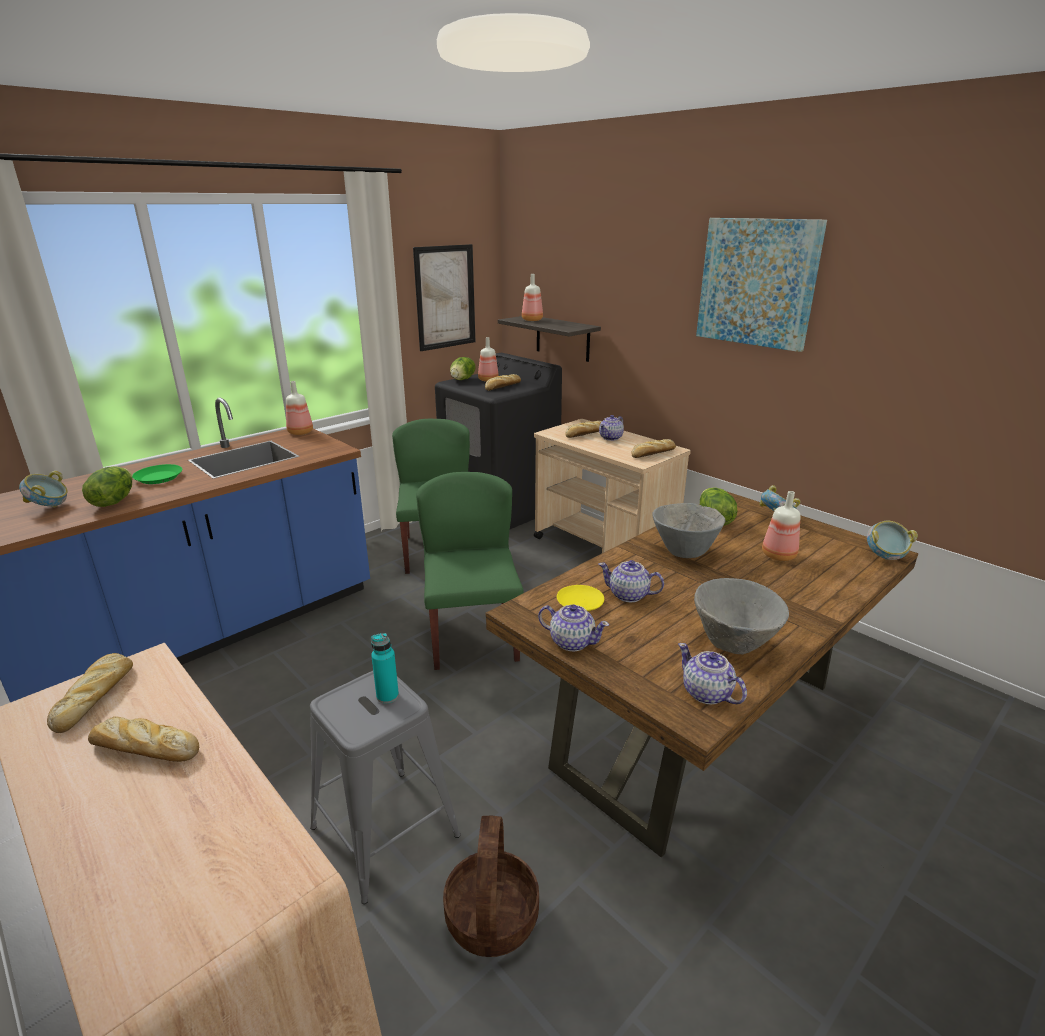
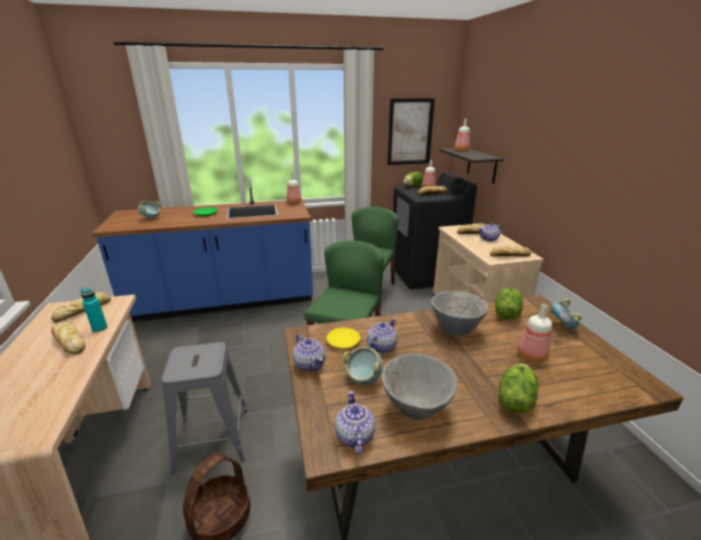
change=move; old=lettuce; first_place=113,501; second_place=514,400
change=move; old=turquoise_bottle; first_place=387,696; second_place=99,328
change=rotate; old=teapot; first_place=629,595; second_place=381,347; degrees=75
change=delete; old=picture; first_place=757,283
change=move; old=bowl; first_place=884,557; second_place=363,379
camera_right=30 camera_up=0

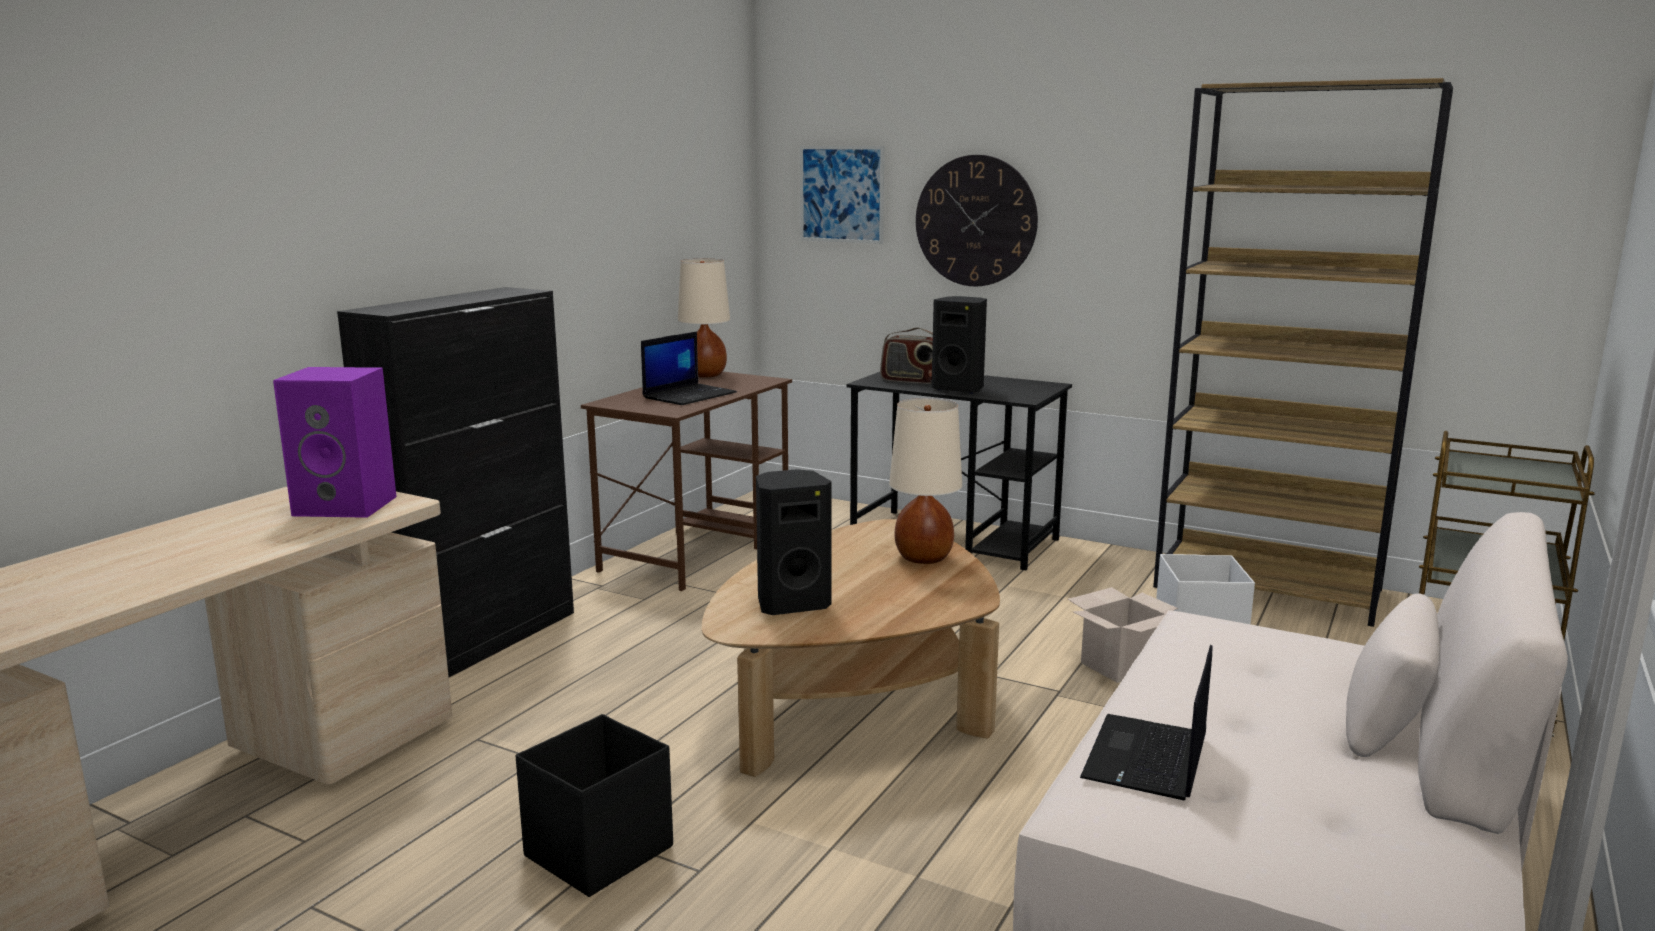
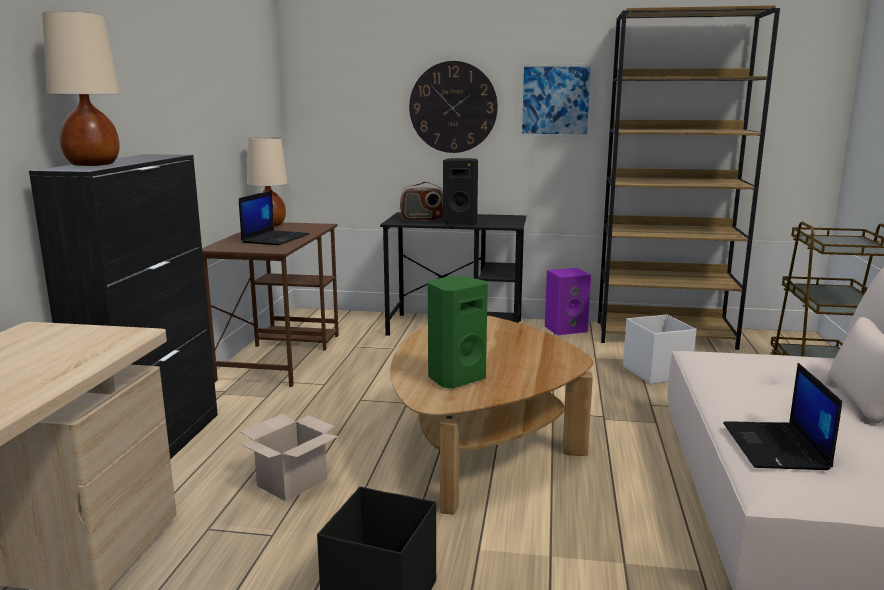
change=move; old=purple_speaker; first_place=348,505; second_place=566,328
change=recolor; old=black_speaker; new=green_speaker; first_place=791,603; second_place=455,378
change=move; old=picture; first_place=841,194; second_place=555,100
change=move; old=beige_table_lamp; first_place=923,558; second_place=93,165
change=move; old=cardboard_box; first_place=1121,665; second_place=292,481
camera_right=-20 camera_up=0

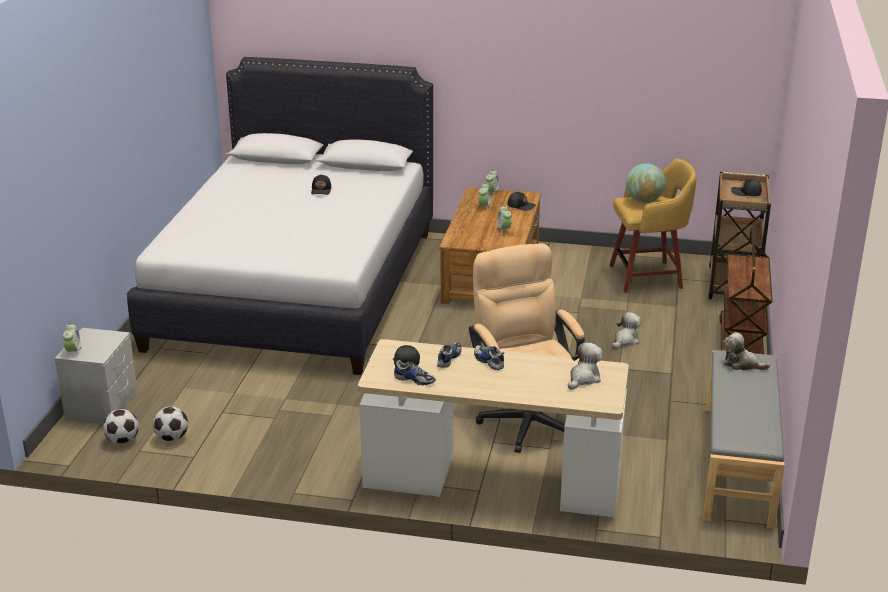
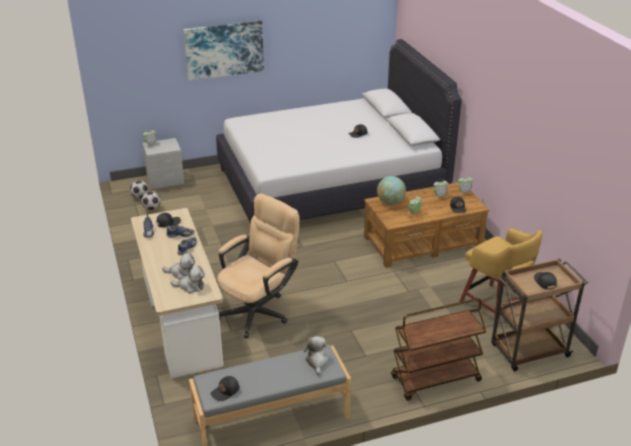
change=move; old=plush_toy; first_place=625,340; second_place=181,273
change=move; old=globe; first_place=644,201; second_place=390,202
change=insert; new=picture; second_place=224,50
change=insert; new=black_cap; second_place=226,391
camera_right=60 camera_up=5

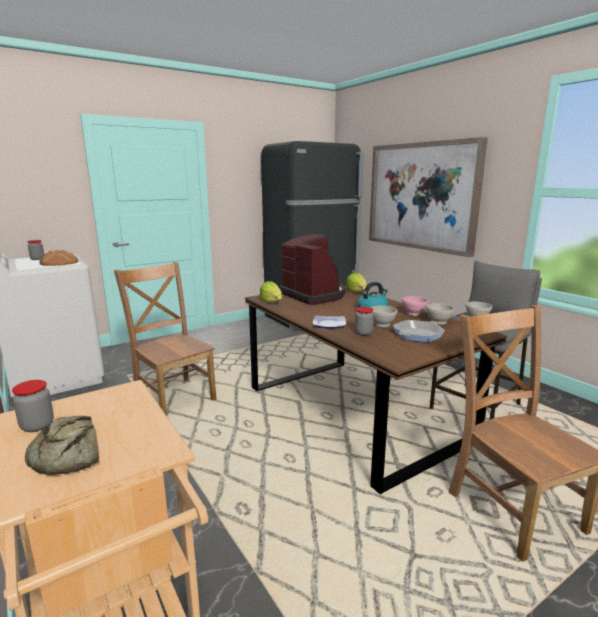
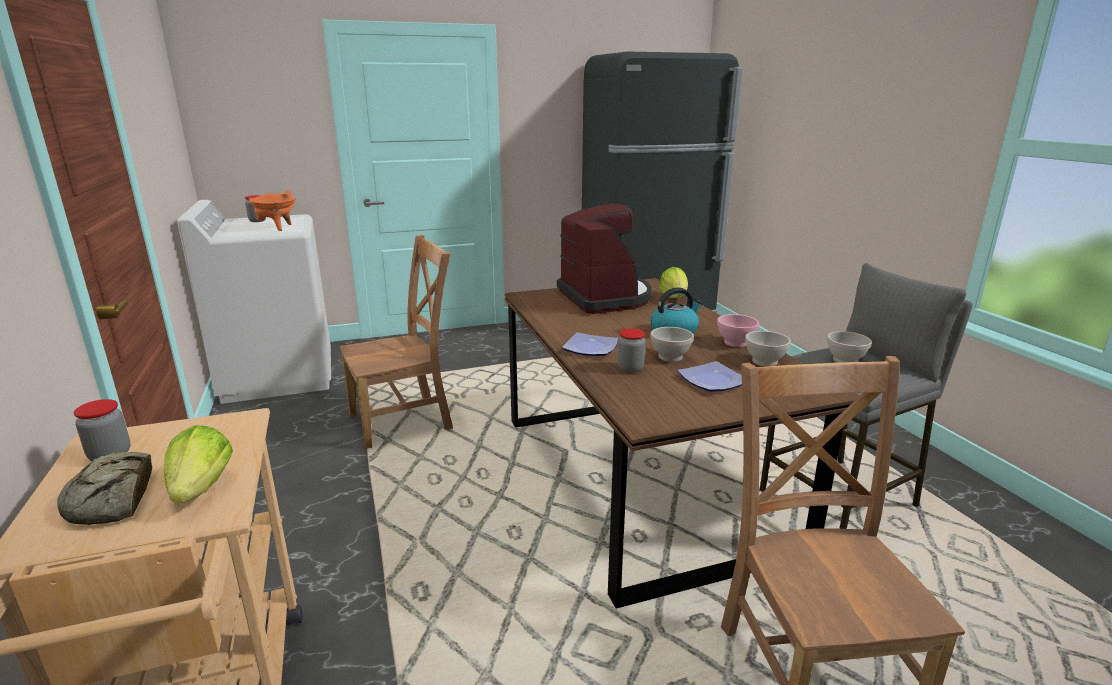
change=replace; old=bread; new=orange_cooking_pot; first_place=59,262; second_place=277,228
change=rotate; old=brown_chair; first_place=174,396; second_place=405,420; degrees=90
change=move; old=lettuce; first_place=271,302; second_place=202,489
change=delete; old=picture; first_place=421,196
change=replace; old=frying_pan; new=plate; first_place=417,335; second_place=712,380
camera_right=15 camera_up=5

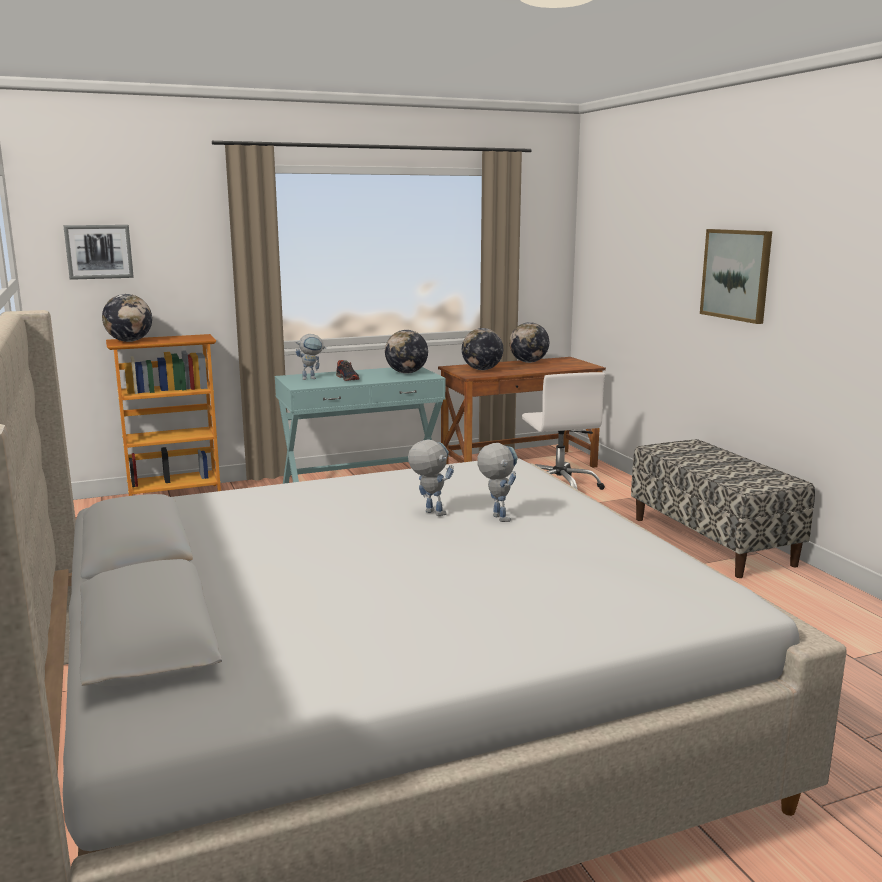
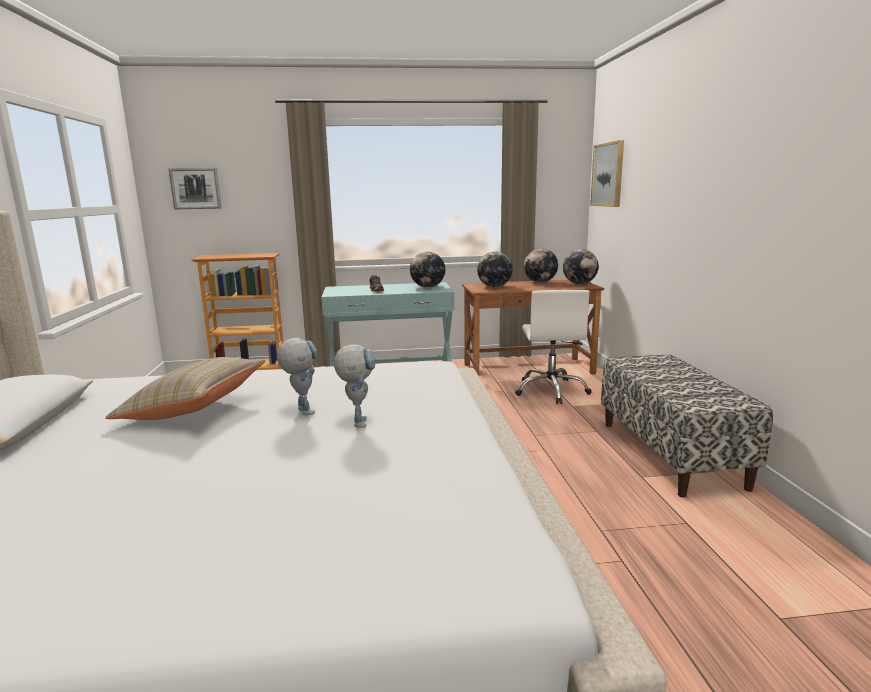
change=move; old=globe; first_place=129,341; second_place=579,283
change=delete; old=toy_robot; first_place=312,378
change=move; old=picture; first_place=736,274; second_place=608,175
change=insert; new=beige_pillow; second_place=193,409
camera_right=15 camera_up=0

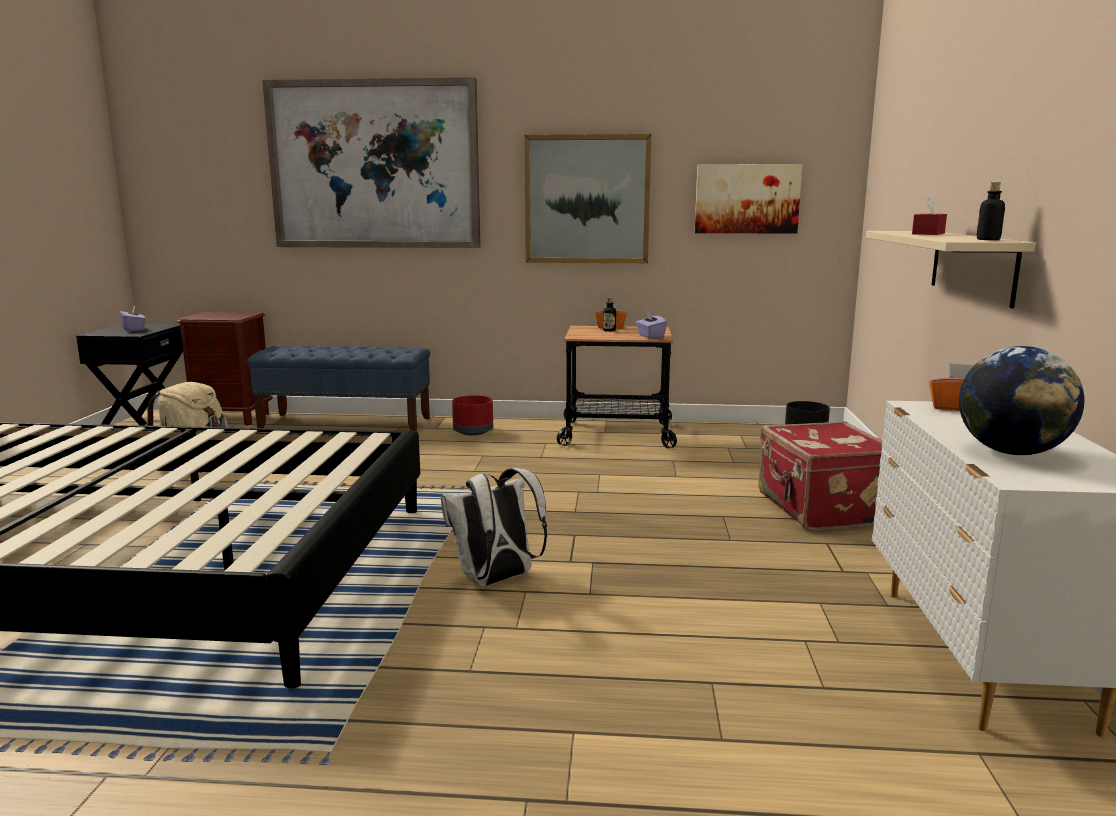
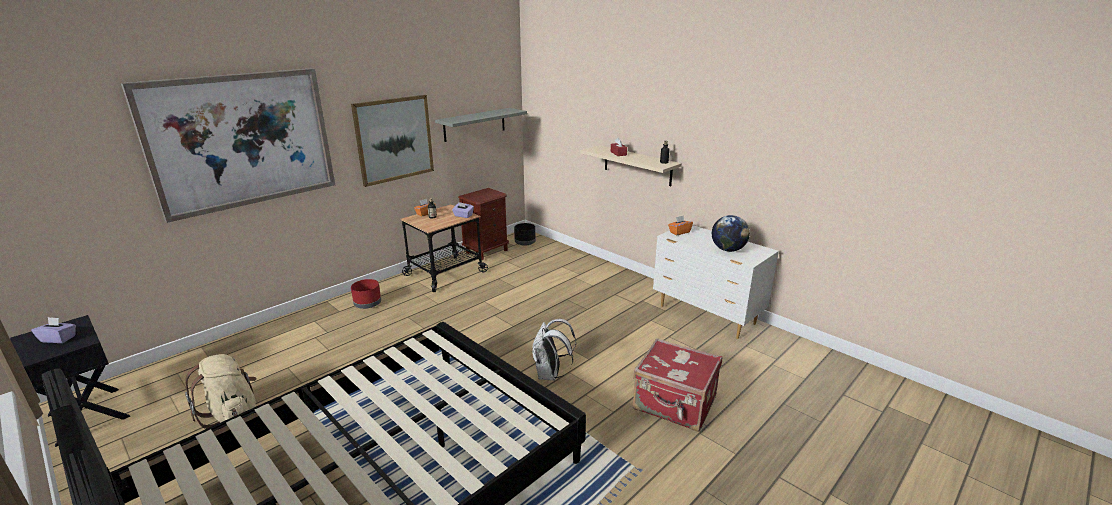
change=move; old=brown_nightstand; first_place=231,418; second_place=486,251
change=delete; old=blue_bench; first_place=346,423
change=replace; old=picture; new=grey_shelf; first_place=747,199; second_place=474,124
change=move; old=red_suitcase; first_place=821,509; second_place=674,404
camera_right=-50 camera_up=10

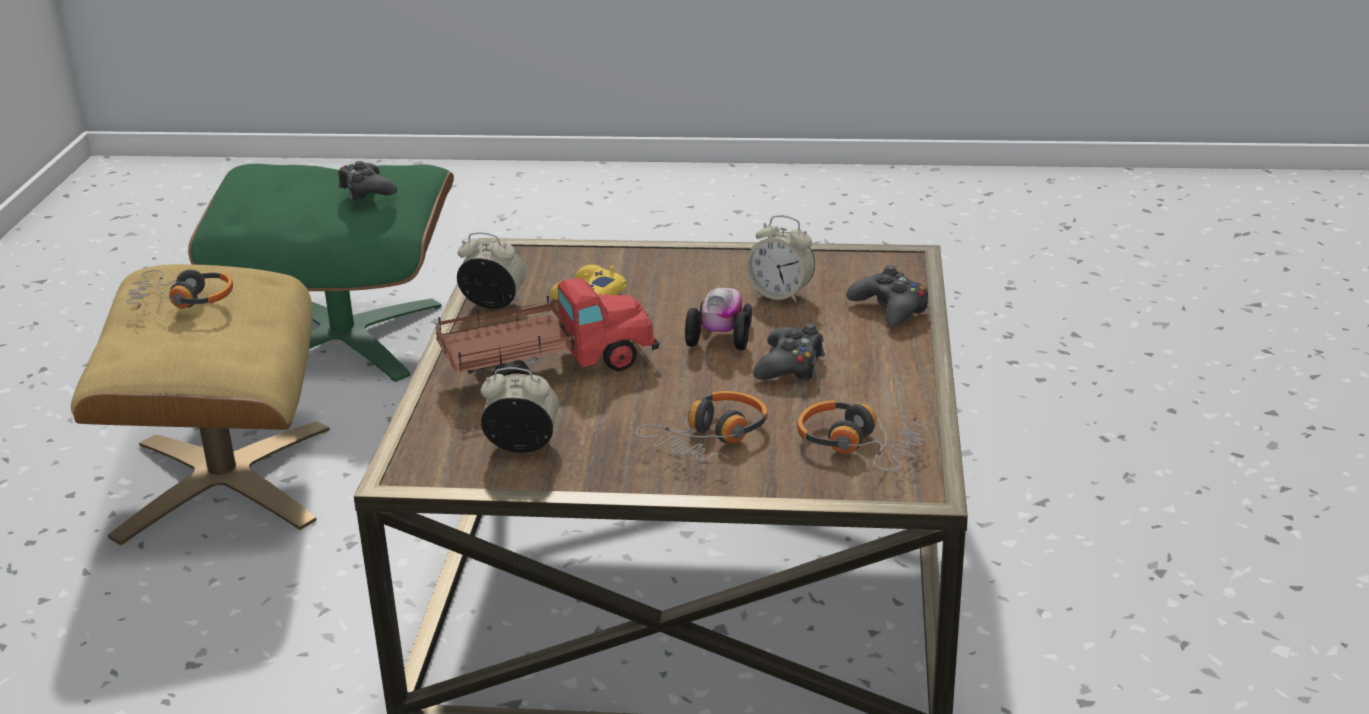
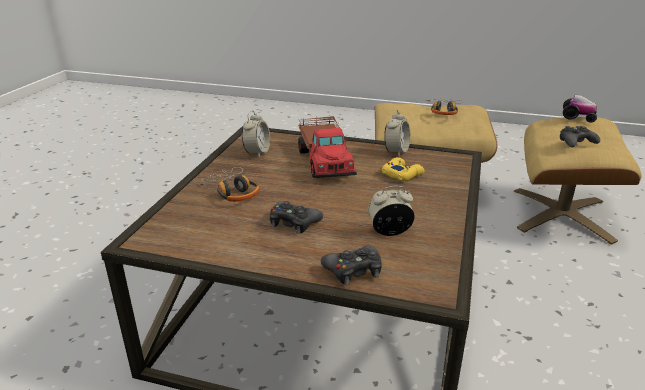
change=recolor; old=green_ottoman; new=beige_ottoman; first_place=344,338; second_place=562,215
change=move; old=toy_car; first_place=721,337; second_place=578,117
change=rotate; old=alarm_clock; first_place=780,294; second_place=389,232; degrees=45
change=delete; old=headphones; first_place=860,445
camera_right=100 camera_up=0

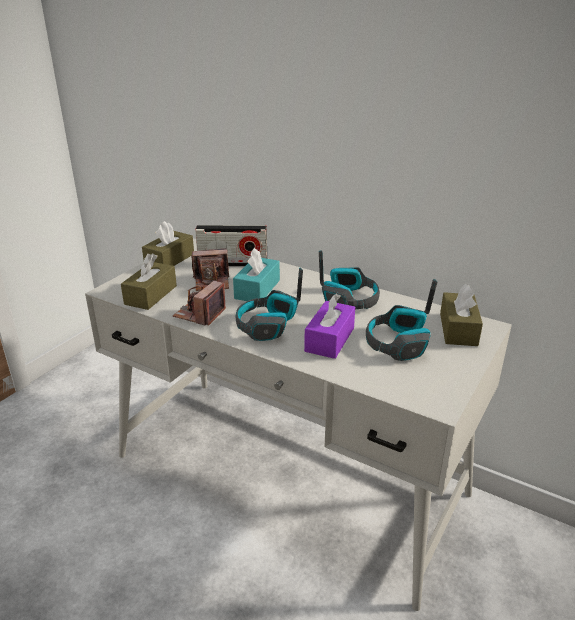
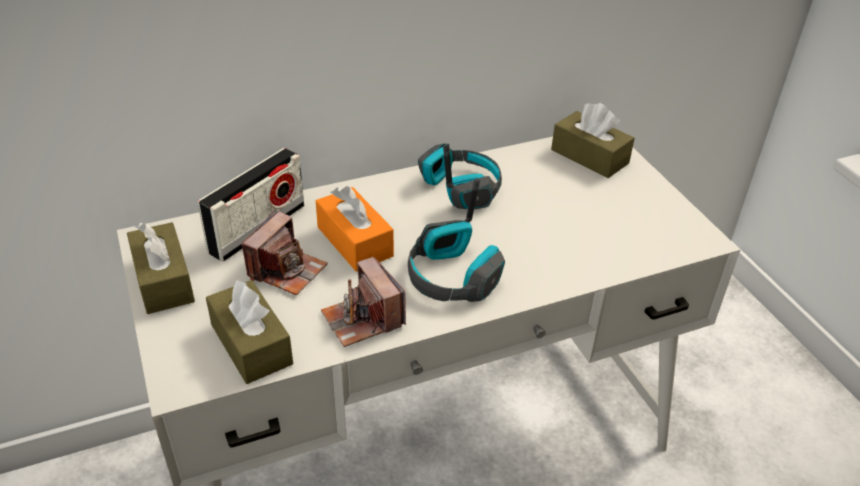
change=recolor; old=turquoise_tissue_box; new=orange_tissue_box; first_place=257,289; second_place=355,241
change=delete; old=purple_tissue_box; first_place=329,339
change=delete; old=headphones; first_place=398,343
camera_right=-55 camera_up=10

